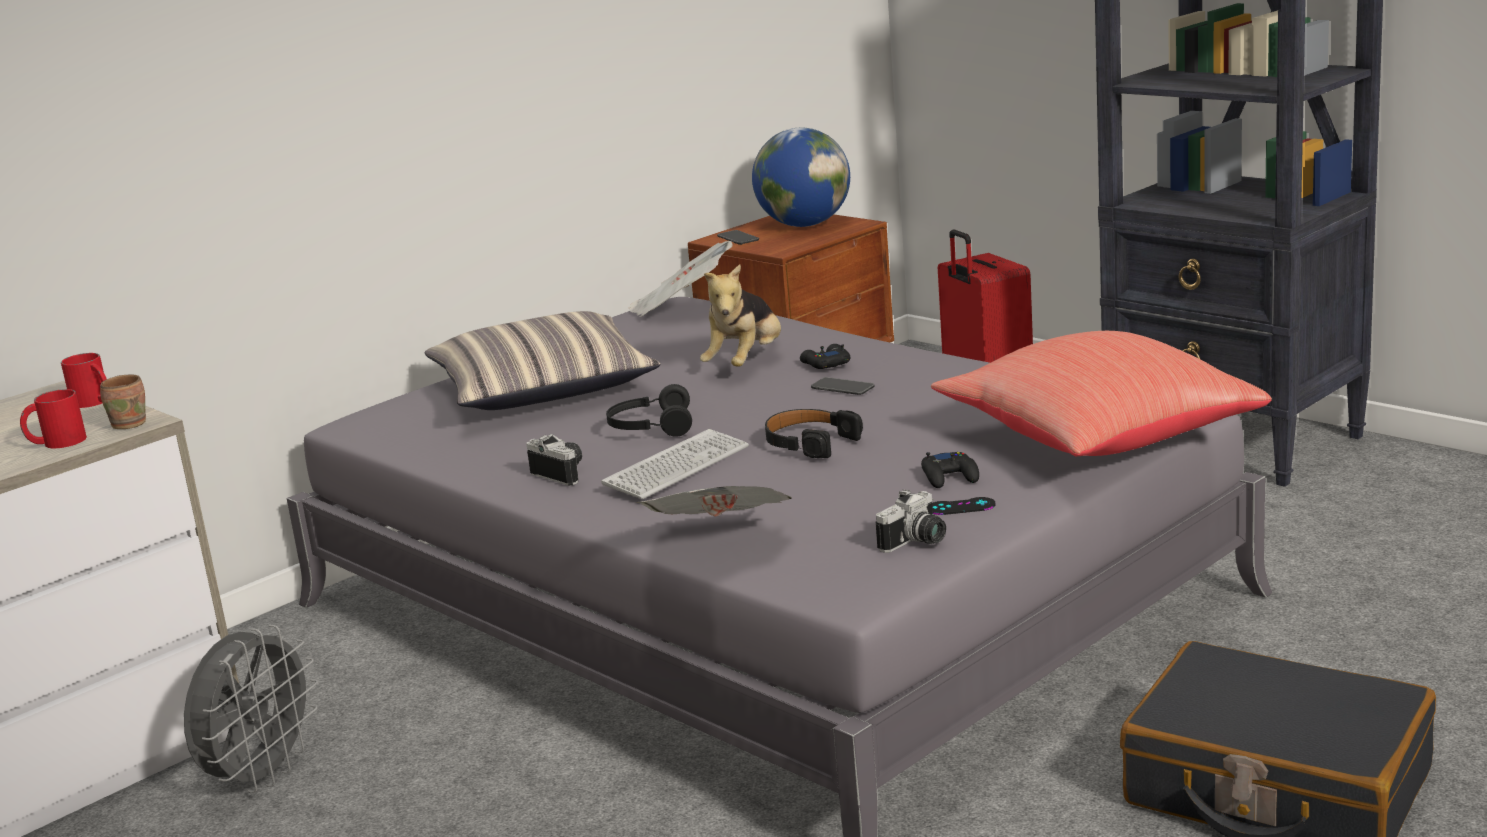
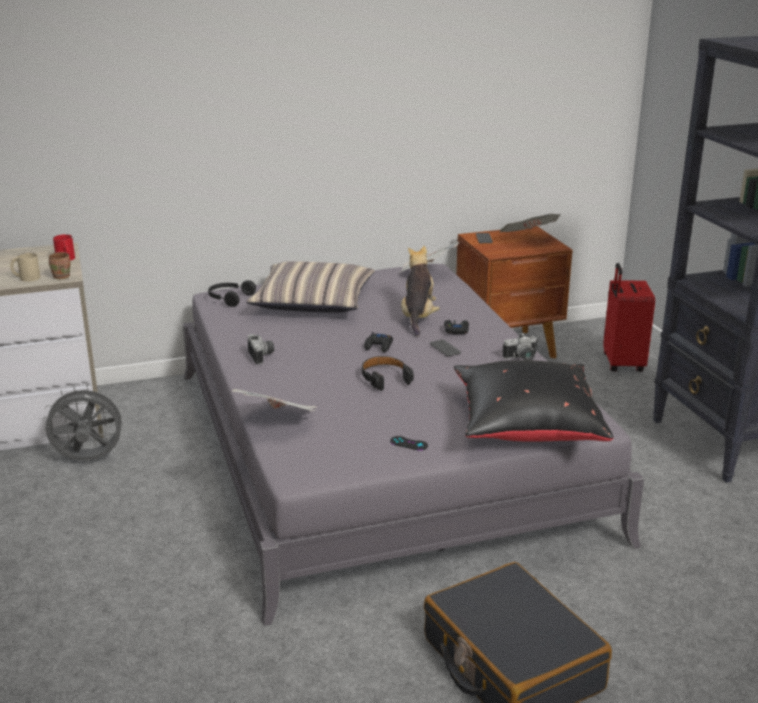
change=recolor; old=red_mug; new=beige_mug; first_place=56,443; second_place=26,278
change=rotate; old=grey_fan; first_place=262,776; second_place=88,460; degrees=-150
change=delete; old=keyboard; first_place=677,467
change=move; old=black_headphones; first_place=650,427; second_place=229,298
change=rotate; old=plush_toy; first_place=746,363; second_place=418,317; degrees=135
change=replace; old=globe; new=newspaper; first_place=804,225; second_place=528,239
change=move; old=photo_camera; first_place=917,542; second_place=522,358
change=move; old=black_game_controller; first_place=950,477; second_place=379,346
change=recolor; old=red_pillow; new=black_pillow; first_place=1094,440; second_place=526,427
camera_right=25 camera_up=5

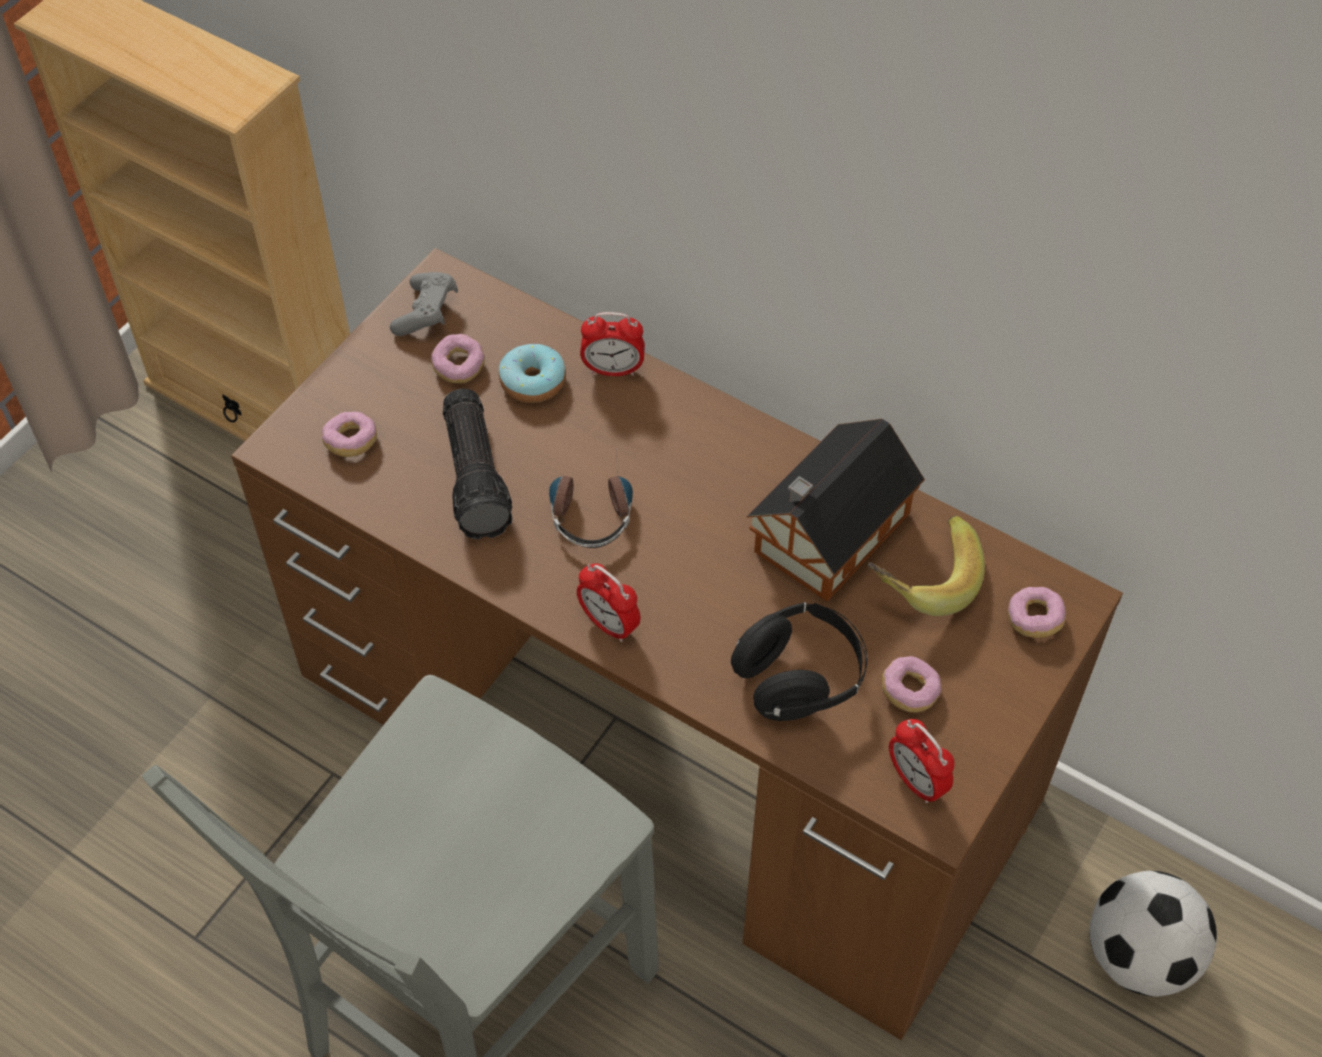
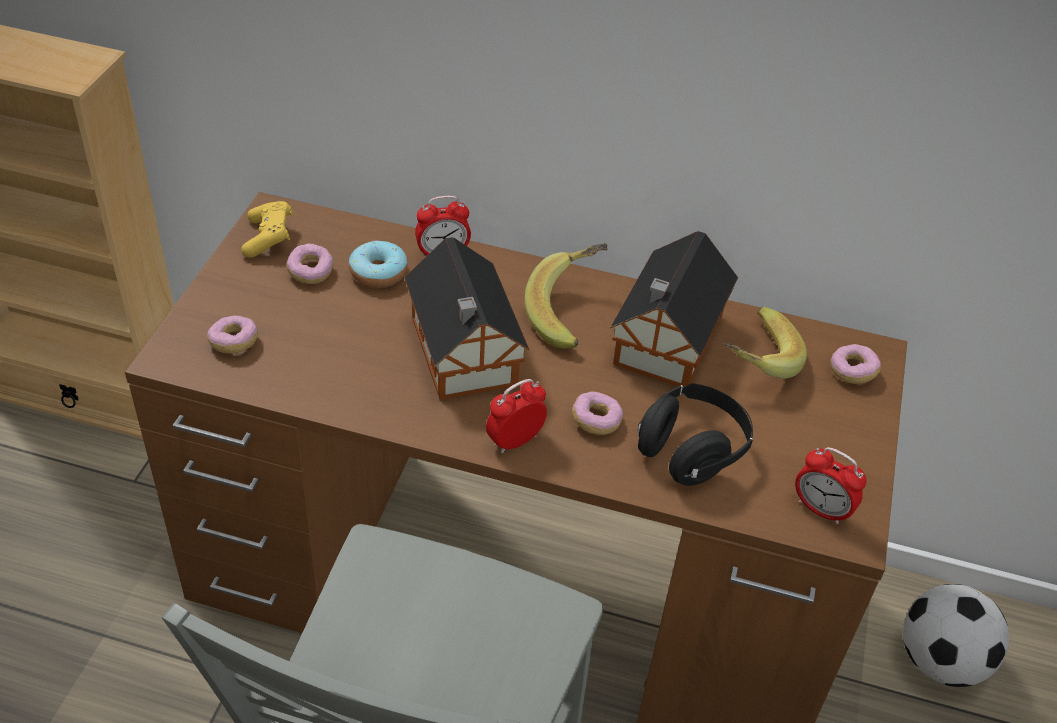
change=recolor; old=grey_game_controller; new=yellow_game_controller; first_place=426,313; second_place=269,238
change=delete; old=flashlight; first_place=478,476
change=replace; old=headphones; new=toy_house; first_place=591,506; second_place=463,355
change=rotate; old=alarm_clock; first_place=609,624; second_place=515,441; degrees=120
change=move; old=donut; first_place=909,691; second_place=596,421
change=insert; new=banana; second_place=571,313
camera_right=-20 camera_up=-10

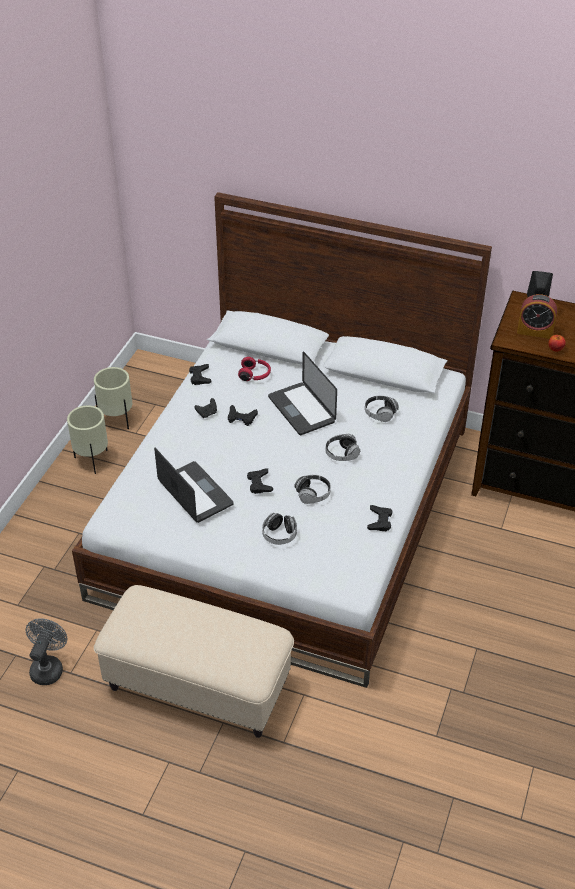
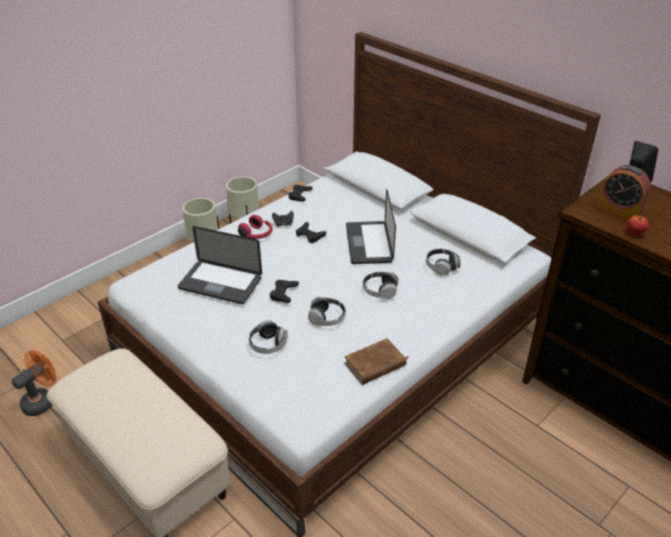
change=recolor; old=grey_fan; new=orange_fan; first_place=48,667; second_place=42,400
change=rotate; old=laptop; first_place=195,493; second_place=220,283; degrees=120
change=move; old=red_headphones; first_place=255,375; second_place=257,234
change=replace; old=black_game_controller; new=brown_book; first_place=379,521; second_place=375,364
camera_right=25 camera_up=-5

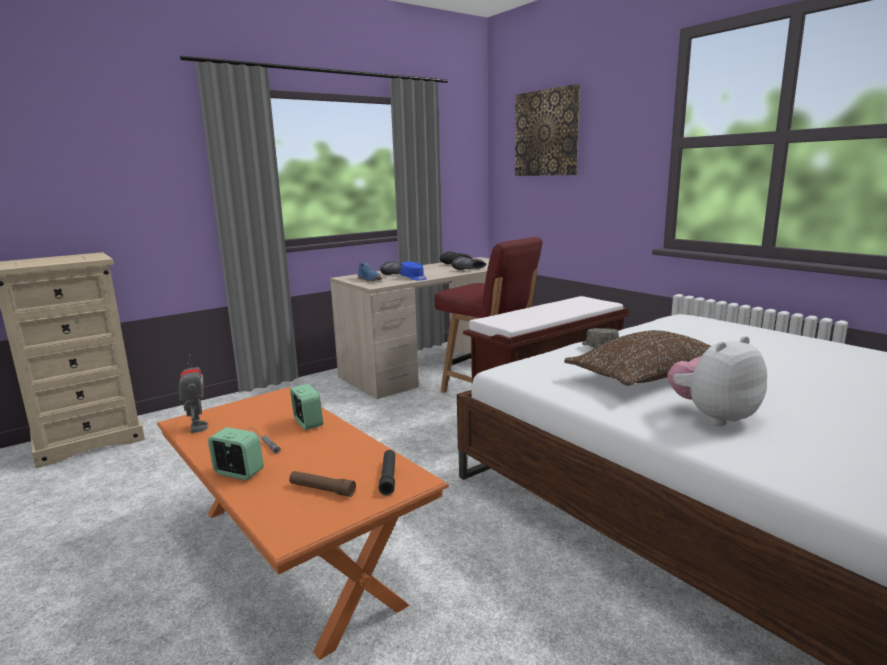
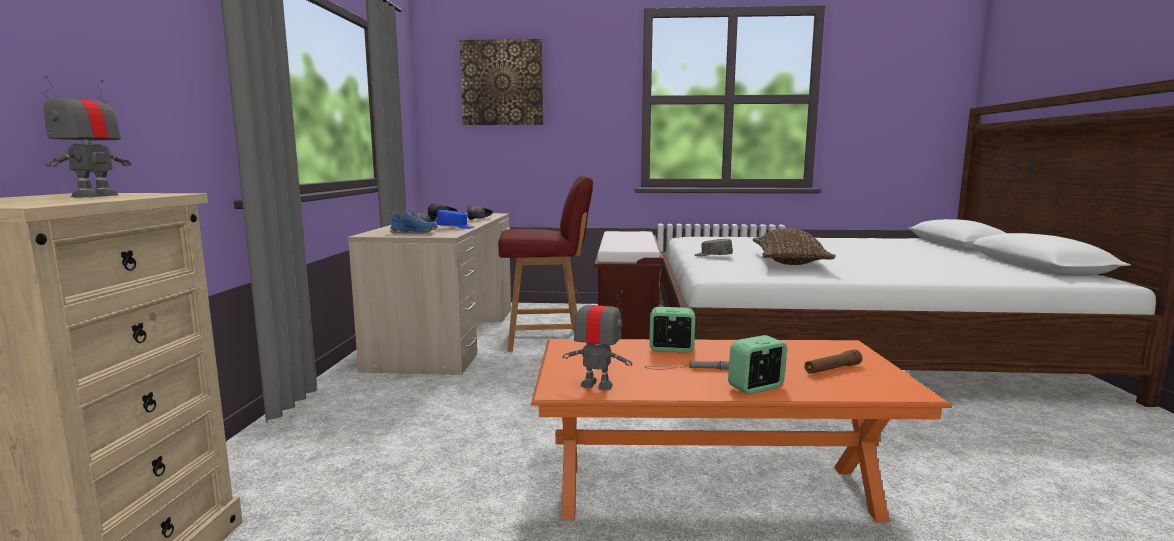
change=delete; old=black_flashlight; first_place=388,477
change=delete; old=plush_toy; first_place=713,417
change=insert; new=toy_robot; second_place=94,196
camera_right=-50 camera_up=-5

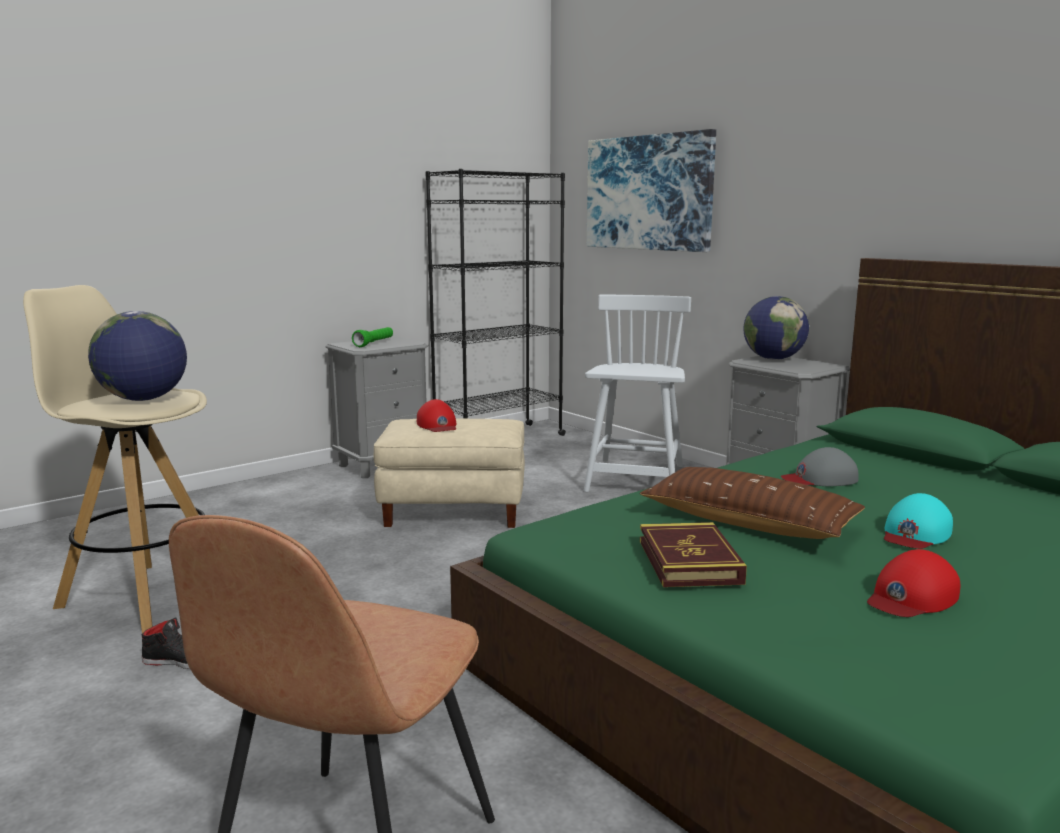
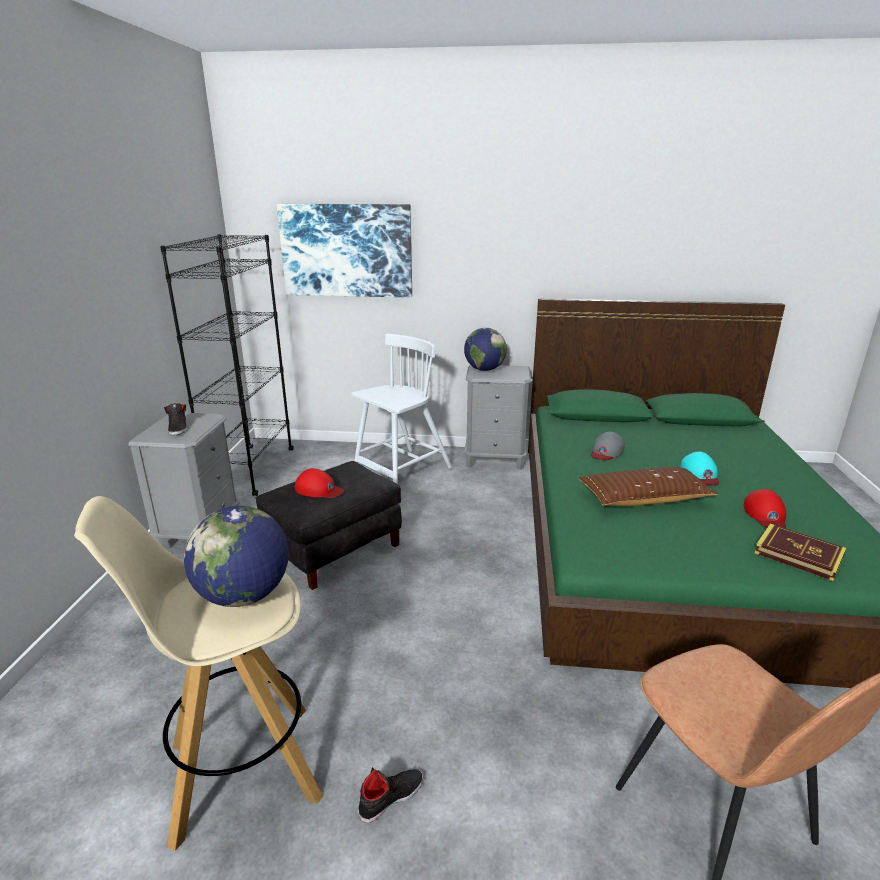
change=replace; old=green_flashlight; new=black_shoe; first_place=374,343; second_place=178,428
change=recolor; old=beige_ottoman; new=black_ottoman; first_place=455,509; second_place=334,549
change=rotate; old=white_chair; first_place=636,479; second_place=401,472; degrees=75
change=move; old=book; first_place=689,561; second_place=798,555
camera_right=-45 camera_up=10

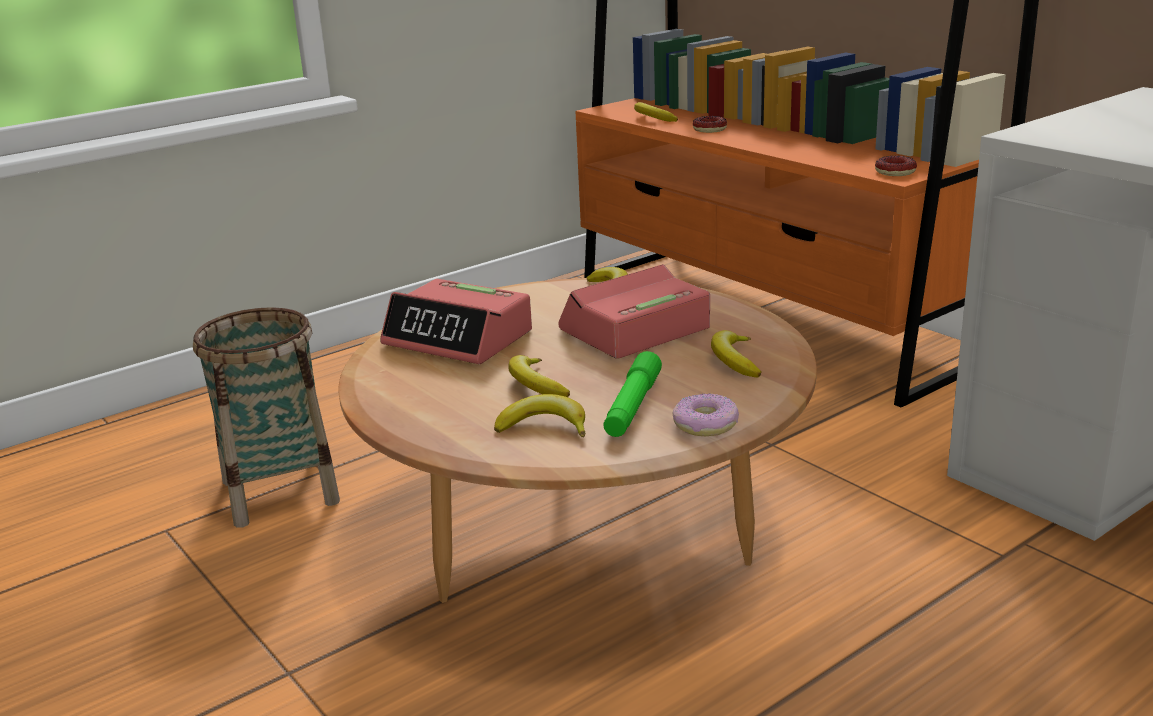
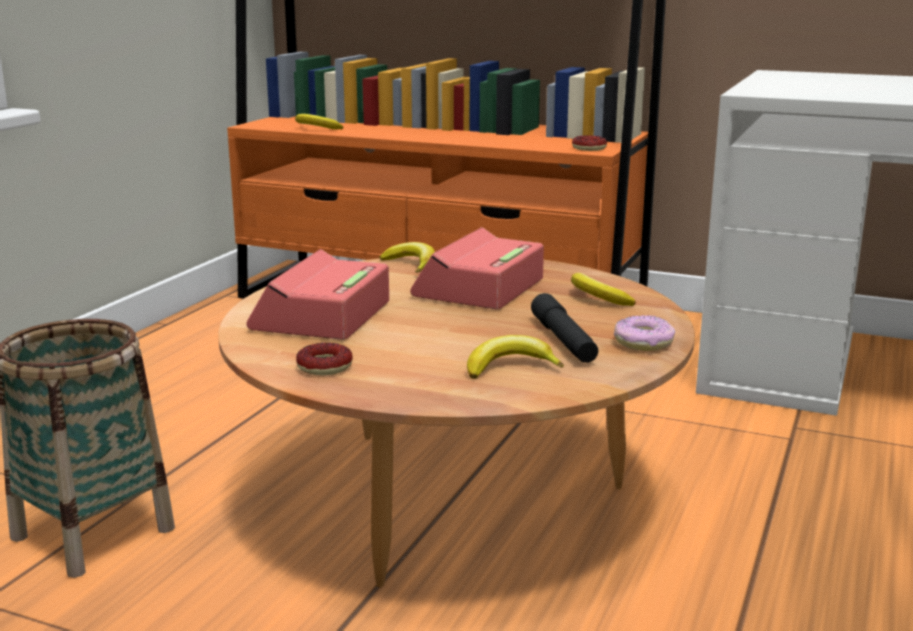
change=rotate; old=alarm_clock; first_place=459,338; second_place=321,316; degrees=105
change=delete; old=banana; first_place=535,385
change=recolor; old=green_flashlight; new=black_flashlight; first_place=632,406; second_place=563,340
change=move; old=donut; first_place=709,129; second_place=324,367
camera_right=-30 camera_up=-5

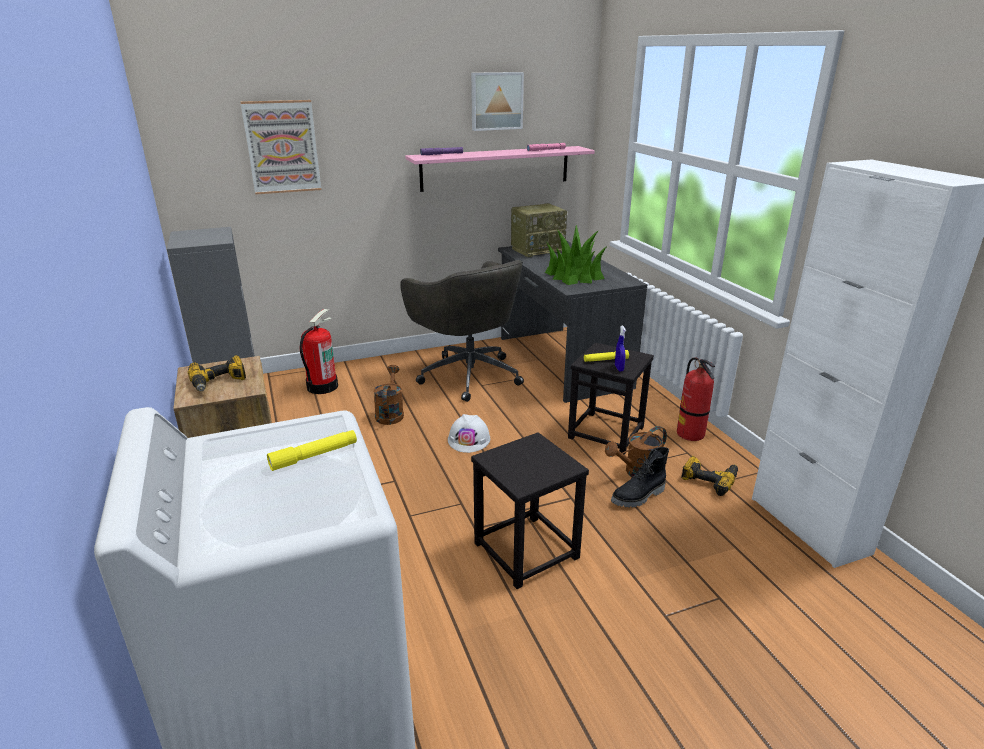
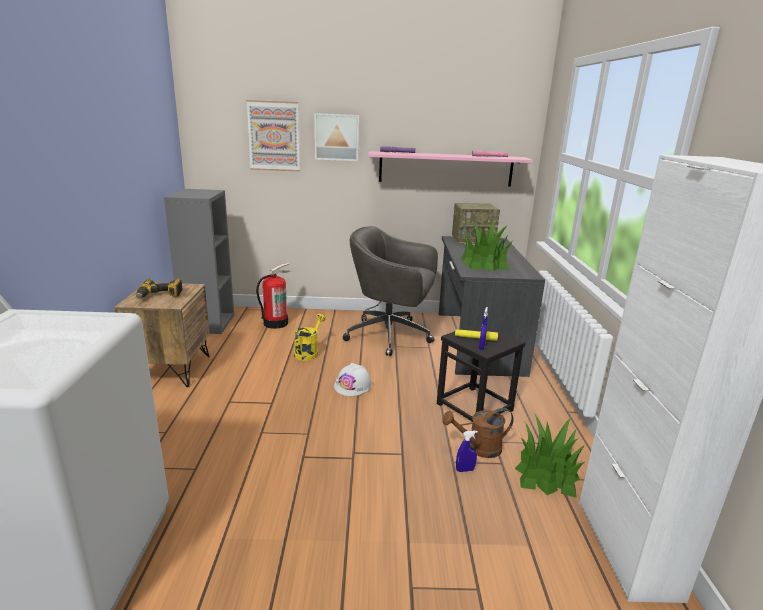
change=delete; old=yellow_flashlight; first_place=314,456
change=recolor; old=brown_watering_can; new=yellow_watering_can; first_place=390,413; second_place=308,352
change=rotate; old=grey_office_chair; first_place=468,374; second_place=391,336; degrees=120
change=move; old=picture; first_place=496,101; second_place=337,137
change=delete; old=black_stool; first_place=526,551
change=replace; old=black_boot; new=blue_spray_bottle; first_place=639,497; second_place=465,470
change=delete; old=fire_extinguisher; first_place=691,434
change=replace; old=power_drill; new=potted_plant; first_place=709,479; second_place=546,473
camera_right=20 camera_up=-5

